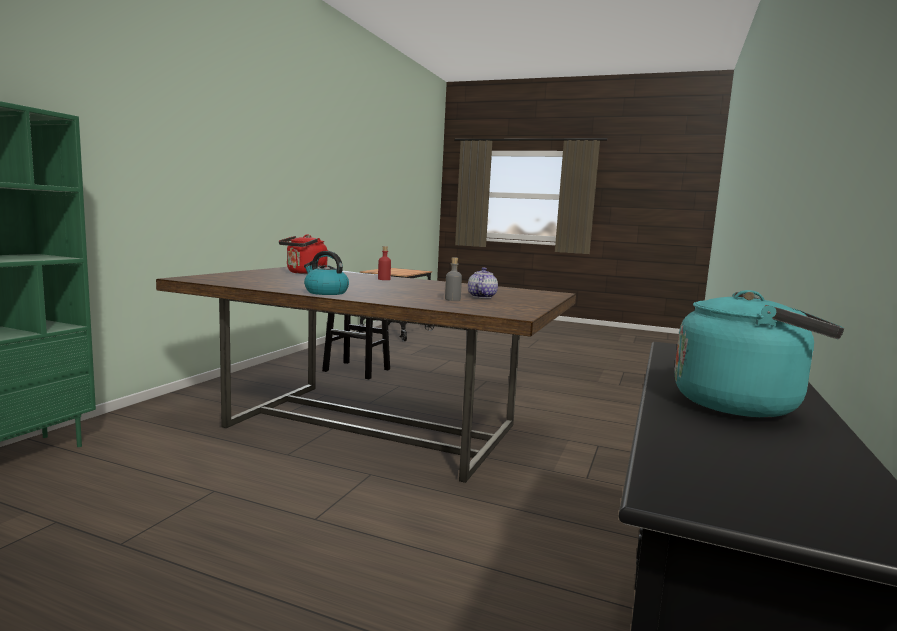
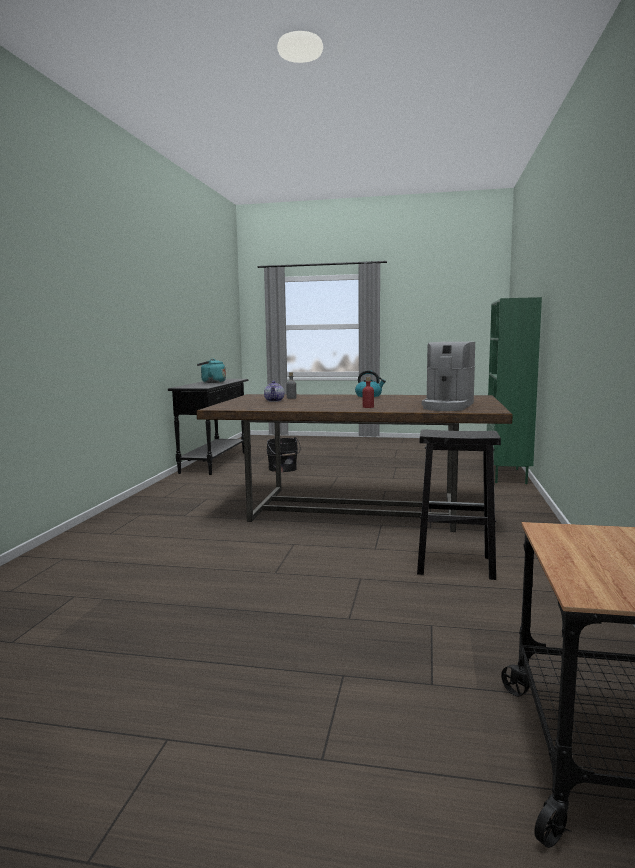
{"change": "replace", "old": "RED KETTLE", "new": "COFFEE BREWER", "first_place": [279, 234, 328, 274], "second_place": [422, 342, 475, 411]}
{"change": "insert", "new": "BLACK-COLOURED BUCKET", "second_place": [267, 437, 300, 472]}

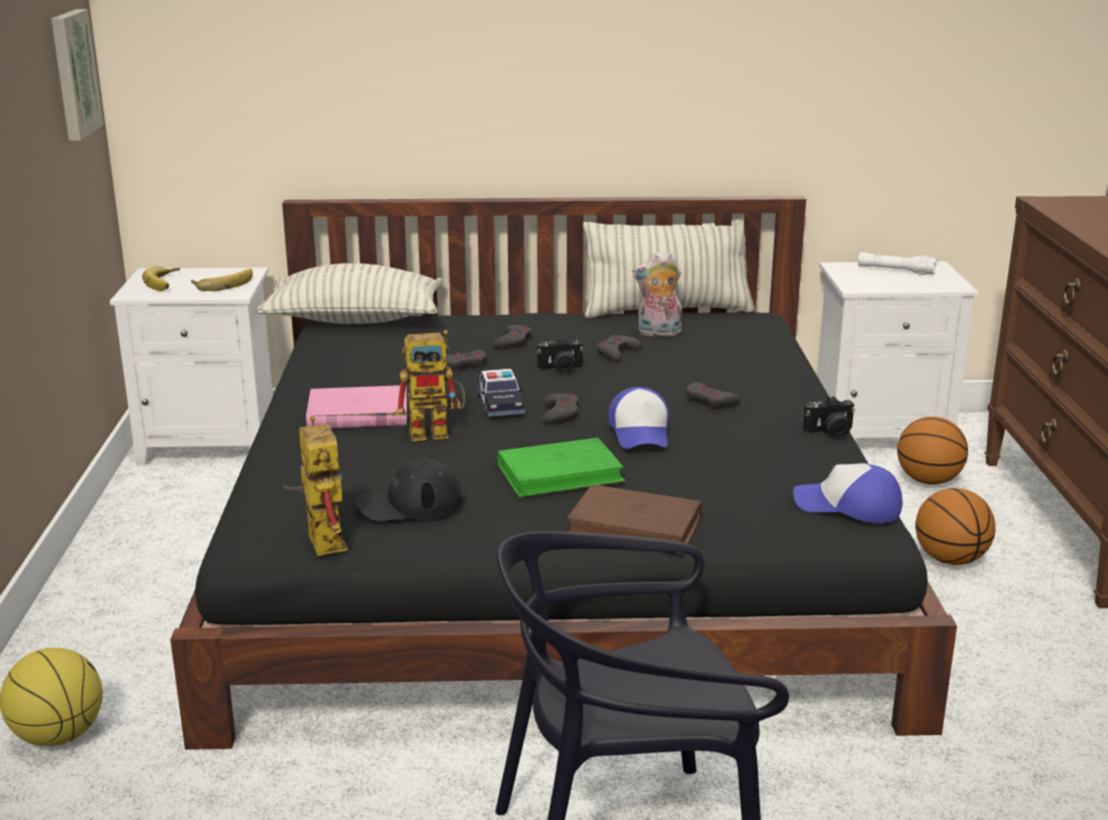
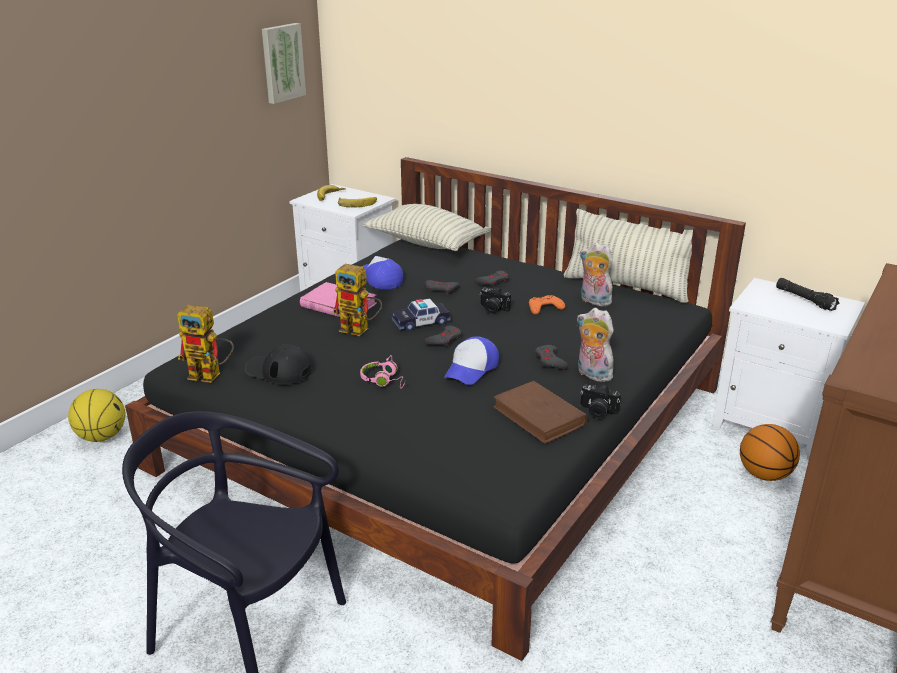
{"change": "recolor", "old": "WHITE TORCH", "new": "BLACK-COLOURED TORCH", "first_place": [858, 252, 937, 275], "second_place": [776, 278, 839, 311]}
{"change": "recolor", "old": "GREYISH GAMEPAD", "new": "ORANGE-COLOURED GAMEPAD", "first_place": [596, 335, 642, 362], "second_place": [529, 295, 565, 314]}
{"change": "rotate", "old": "MODEL CAR", "first_place": [476, 369, 525, 416], "second_place": [392, 298, 451, 331], "degrees": 45}
{"change": "rotate", "old": "ROBOT FIGURE", "first_place": [282, 416, 348, 556], "second_place": [177, 305, 234, 383], "degrees": 90}
{"change": "replace", "old": "GREEN BOUND BOOK", "new": "PINKISH HEADPHONES", "first_place": [498, 438, 626, 498], "second_place": [360, 355, 406, 389]}
{"change": "move", "old": "CAP", "first_place": [793, 463, 903, 523], "second_place": [363, 256, 403, 289]}
{"change": "move", "old": "BROWN BOUND BOOK", "first_place": [567, 484, 701, 554], "second_place": [493, 381, 587, 444]}
{"change": "delete", "old": "BALL FOR BASKETBALL", "first_place": [915, 488, 996, 565]}
{"change": "insert", "new": "PLUSH TOY", "second_place": [577, 308, 614, 382]}

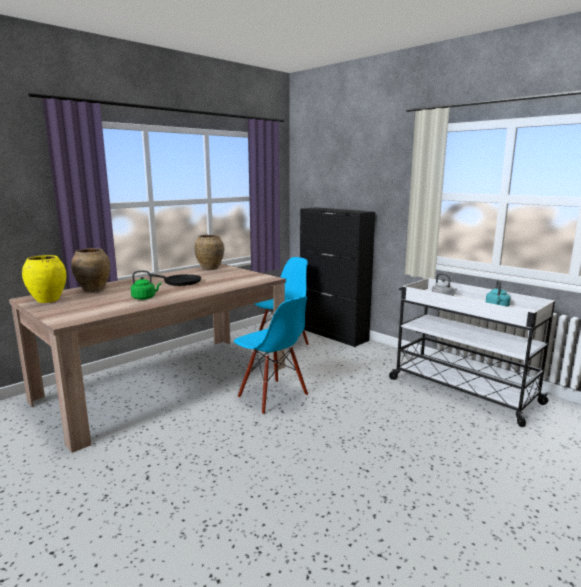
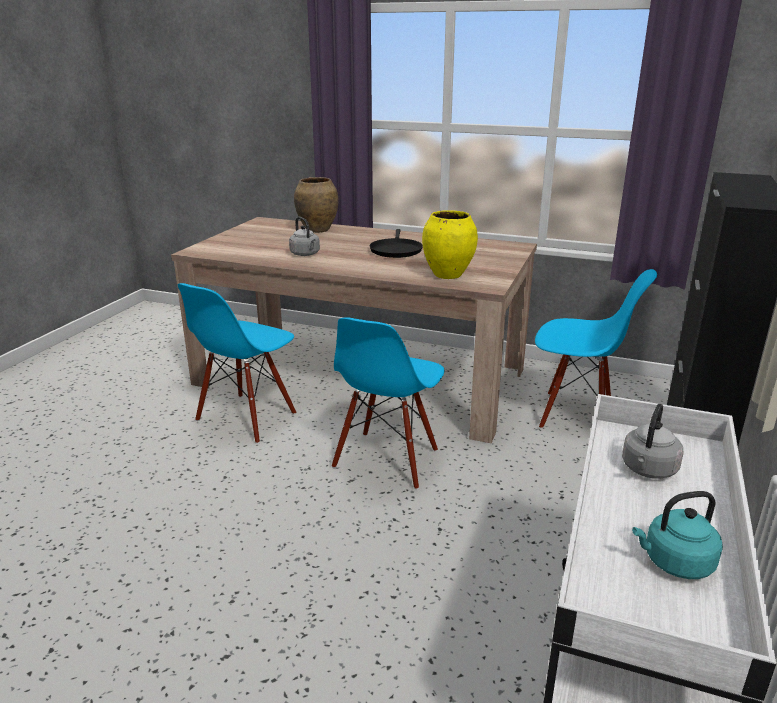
{"change": "delete", "old": "BROWN VASE", "first_place": [194, 235, 224, 270]}
{"change": "move", "old": "YELLOWISH VASE", "first_place": [22, 255, 66, 303], "second_place": [422, 210, 478, 279]}
{"change": "recolor", "old": "GREEN KETTLE", "new": "GREYISH KETTLE", "first_place": [131, 270, 161, 300], "second_place": [289, 217, 320, 256]}
{"change": "insert", "new": "BLUE-COLOURED UPRIGHT CHAIR", "second_place": [178, 283, 296, 444]}

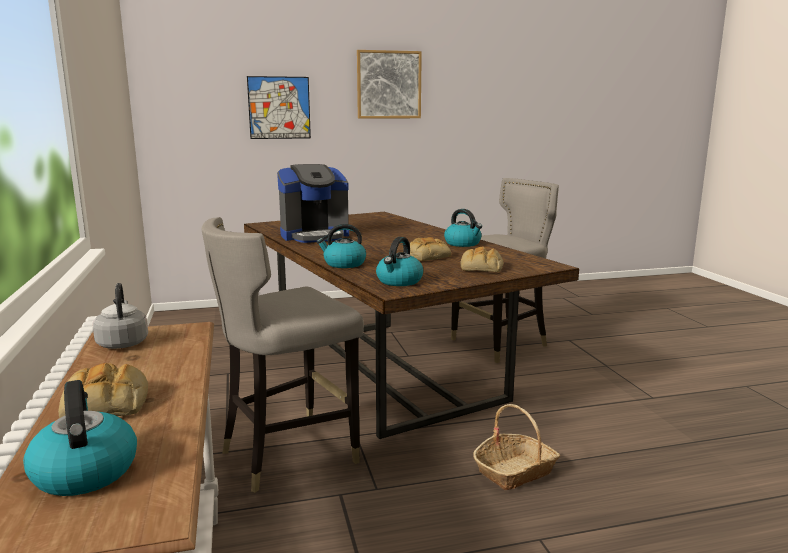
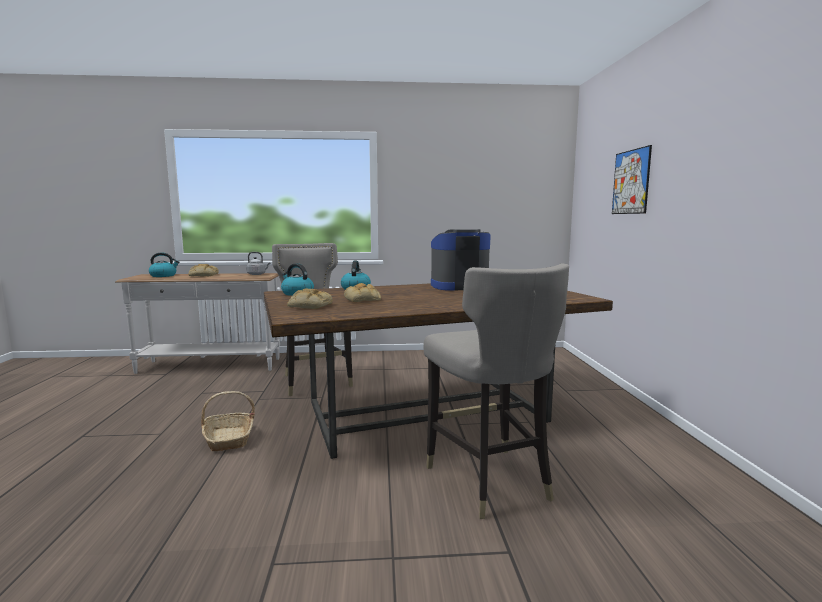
{"change": "delete", "old": "PICTURE", "first_place": [357, 50, 422, 119]}
{"change": "rotate", "old": "COFFEE BREWER", "first_place": [277, 164, 349, 243], "second_place": [431, 229, 491, 291], "degrees": 90}
{"change": "delete", "old": "KETTLE", "first_place": [444, 209, 482, 247]}

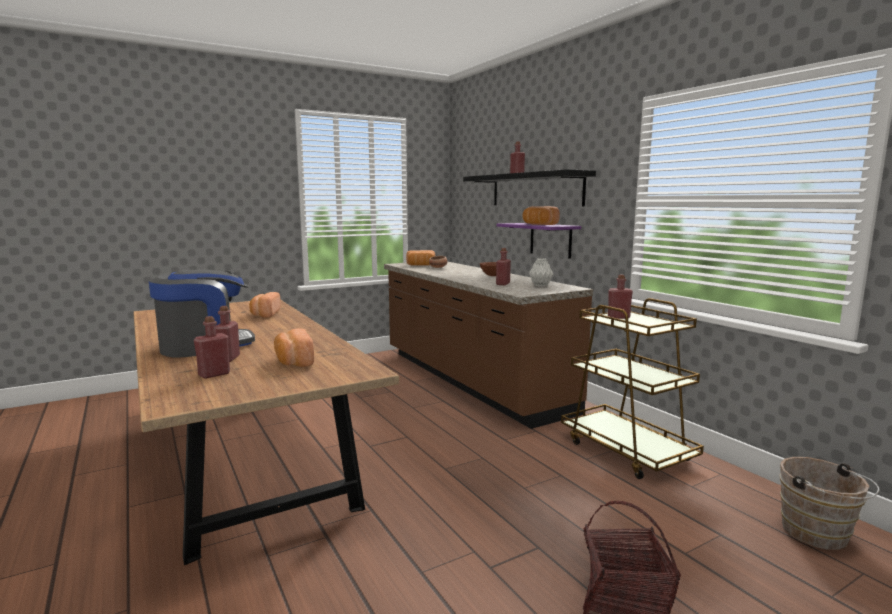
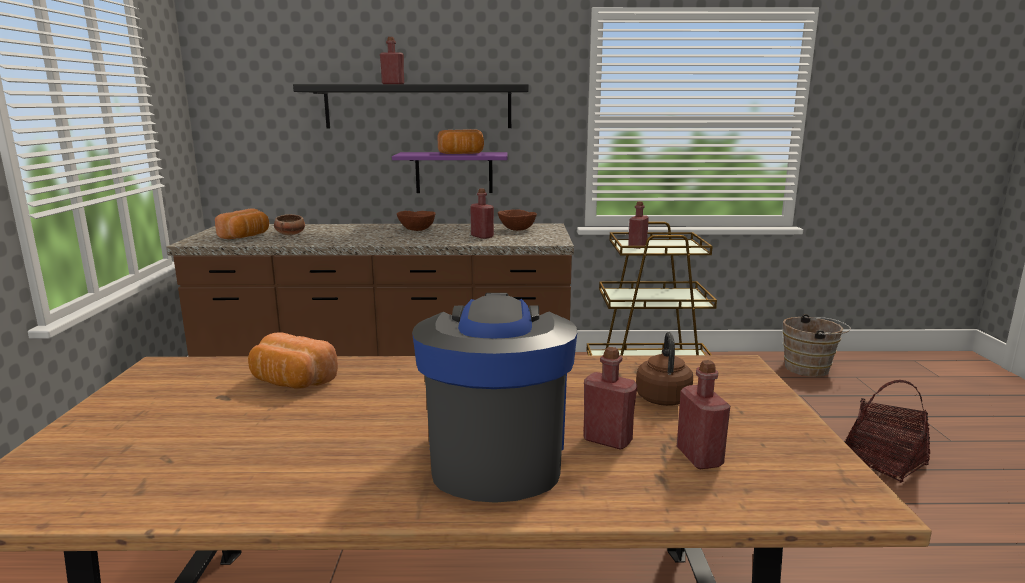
{"change": "replace", "old": "GREYISH VASE", "new": "BROWN DEEP DISH", "first_place": [529, 258, 553, 287], "second_place": [498, 210, 537, 231]}
{"change": "replace", "old": "BAKED BREAD", "new": "BROWN KETTLE", "first_place": [274, 328, 314, 367], "second_place": [636, 332, 693, 406]}

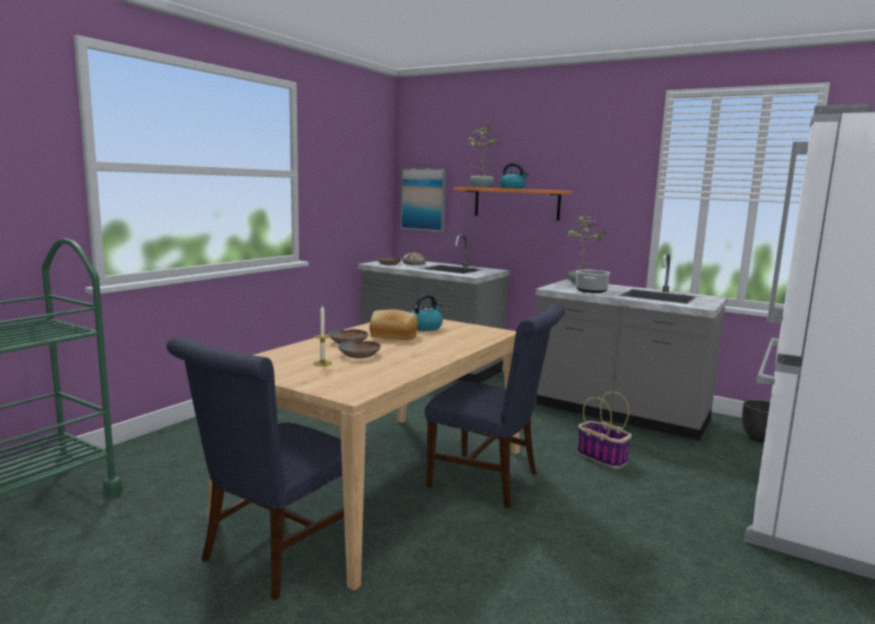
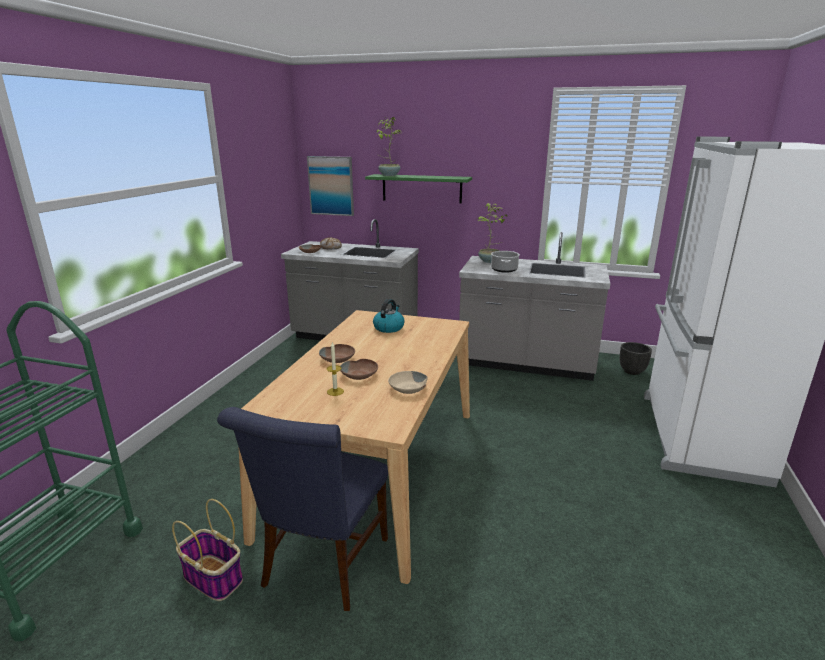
{"change": "delete", "old": "KETTLE", "first_place": [500, 163, 529, 189]}
{"change": "recolor", "old": "ORANGE-COLOURED WALL SHELF", "new": "GREEN WALL SHELF", "first_place": [454, 187, 572, 221], "second_place": [365, 174, 472, 204]}
{"change": "delete", "old": "BLUE-COLOURED UPRIGHT CHAIR", "first_place": [425, 304, 565, 509]}
{"change": "delete", "old": "BAKED BREAD", "first_place": [370, 309, 418, 340]}
{"change": "move", "old": "BASKET", "first_place": [577, 391, 632, 468], "second_place": [172, 499, 243, 601]}
{"change": "insert", "new": "SAND-COLOURED DEEP DISH", "second_place": [388, 371, 428, 394]}

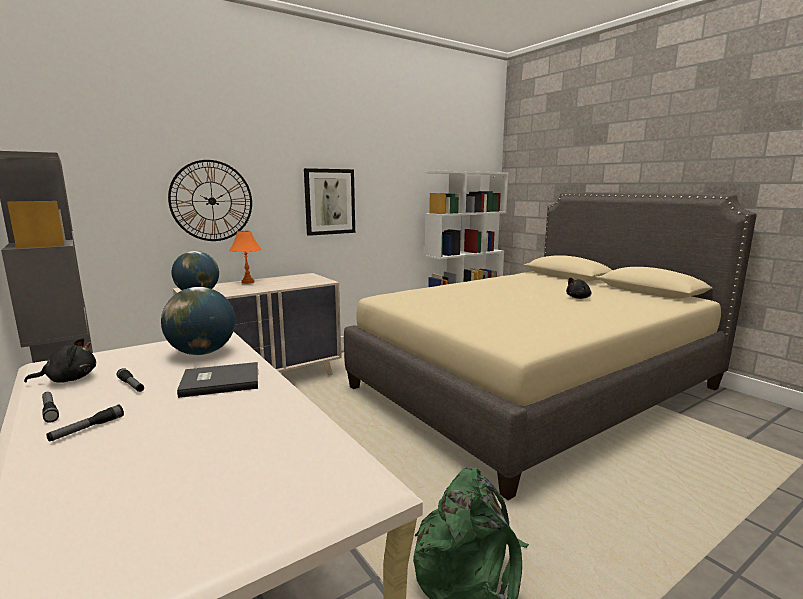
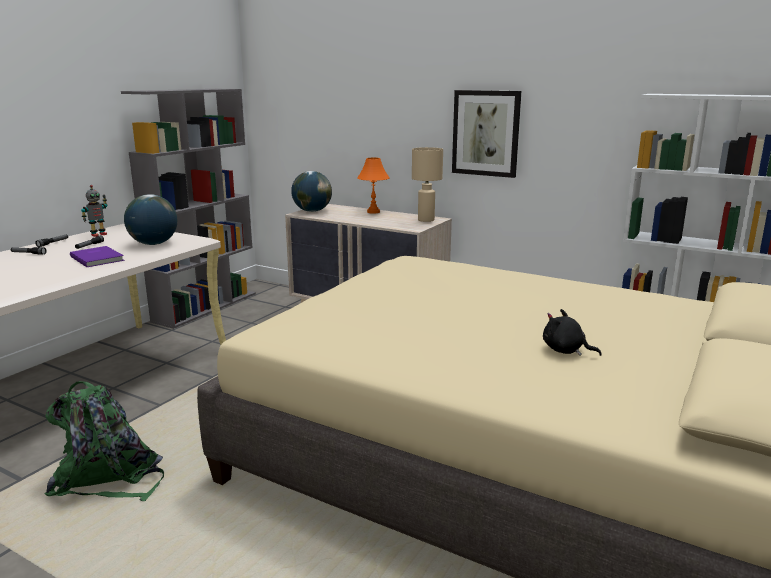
{"change": "delete", "old": "HANGING CLOCK", "first_place": [168, 160, 252, 241]}
{"change": "replace", "old": "BLACK-COLOURED PLUSH TOY", "new": "ROBOT FIGURE", "first_place": [24, 338, 96, 383], "second_place": [81, 185, 107, 237]}
{"change": "recolor", "old": "GREYISH BOUND BOOK", "new": "PURPLISH BOUND BOOK", "first_place": [177, 362, 258, 398], "second_place": [70, 246, 124, 267]}
{"change": "insert", "new": "SAND-COLOURED TABLETOP LAMP", "second_place": [412, 147, 443, 222]}

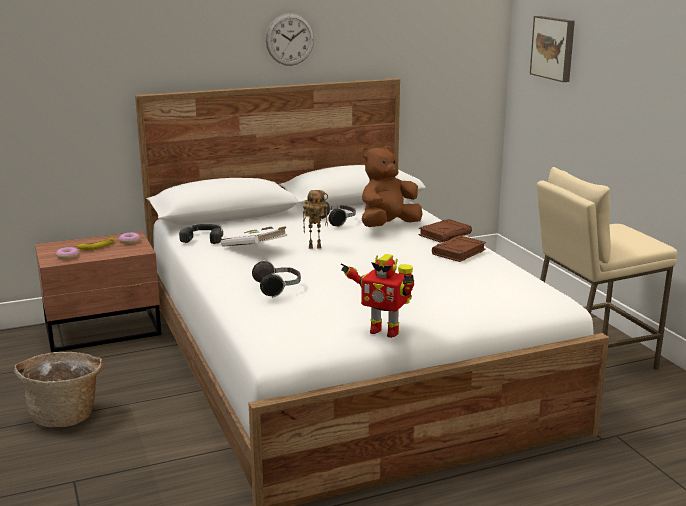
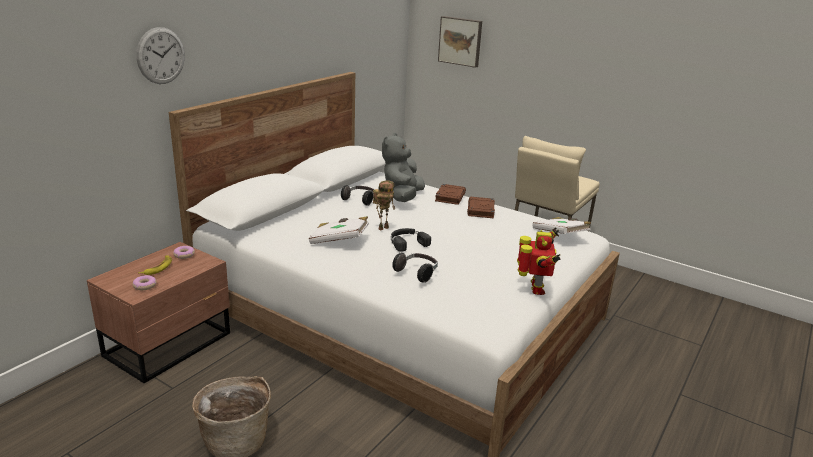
{"change": "move", "old": "HANGING CLOCK", "first_place": [266, 13, 314, 66], "second_place": [136, 27, 185, 84]}
{"change": "recolor", "old": "BROWN PLUSH TOY", "new": "GREYISH PLUSH TOY", "first_place": [362, 146, 422, 227], "second_place": [382, 133, 425, 202]}
{"change": "move", "old": "BLACK-COLOURED HEADPHONES", "first_place": [179, 224, 223, 244], "second_place": [391, 228, 431, 252]}
{"change": "rotate", "old": "ROBOT FIGURE", "first_place": [341, 254, 414, 338], "second_place": [517, 227, 561, 295], "degrees": -75}
{"change": "insert", "new": "WHITE BOUND BOOK", "second_place": [532, 217, 591, 234]}

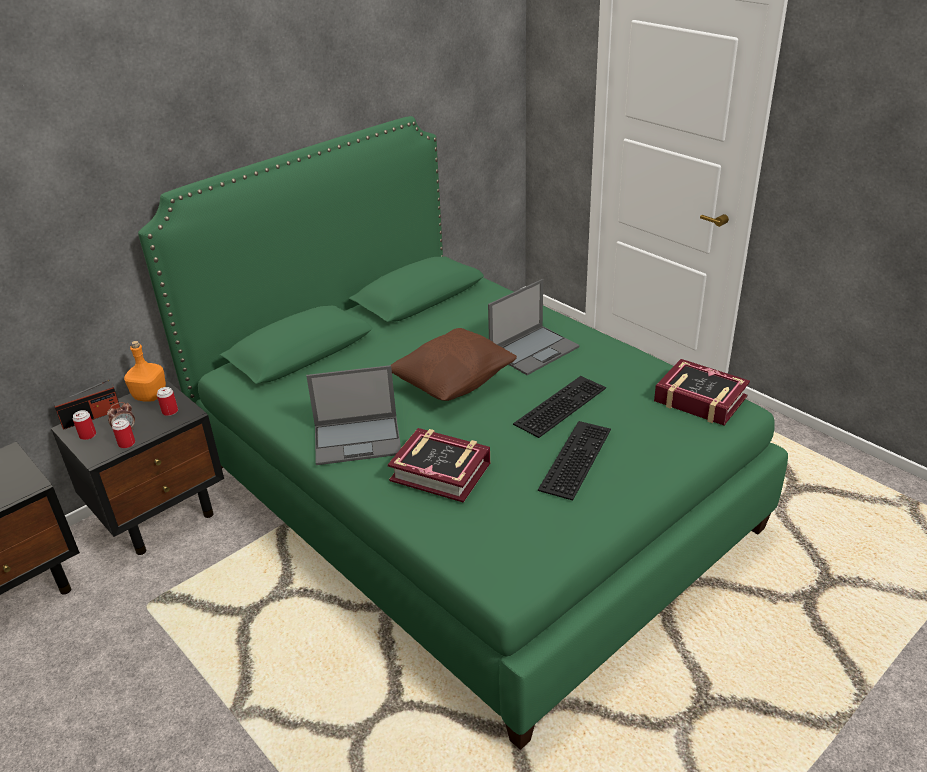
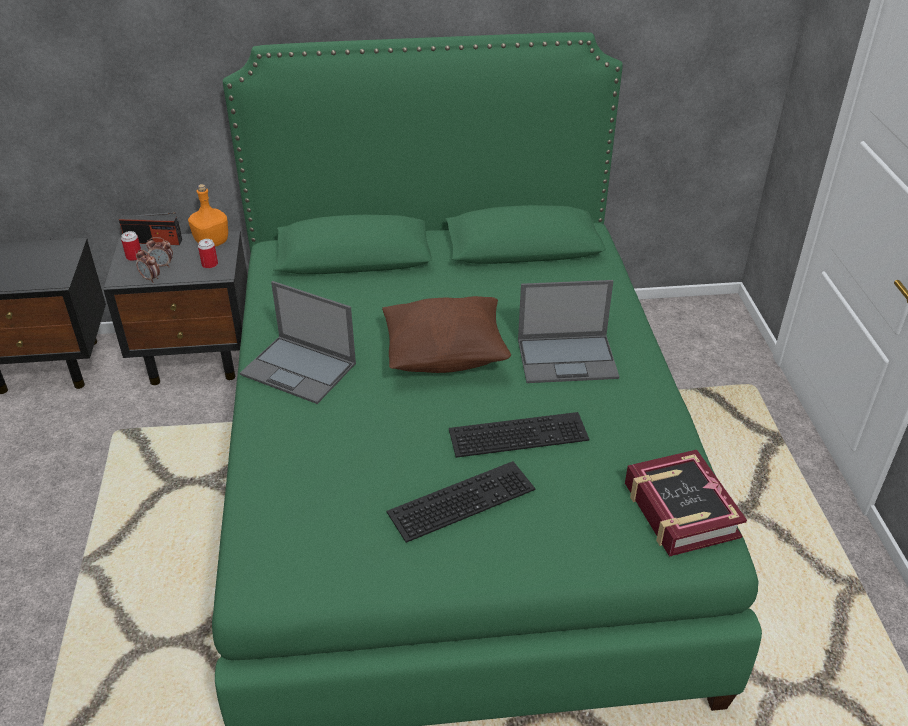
{"change": "replace", "old": "METAL CAN", "new": "TABLE CLOCK", "first_place": [112, 418, 135, 449], "second_place": [136, 249, 160, 283]}
{"change": "delete", "old": "BOUND BOOK", "first_place": [388, 428, 490, 503]}

